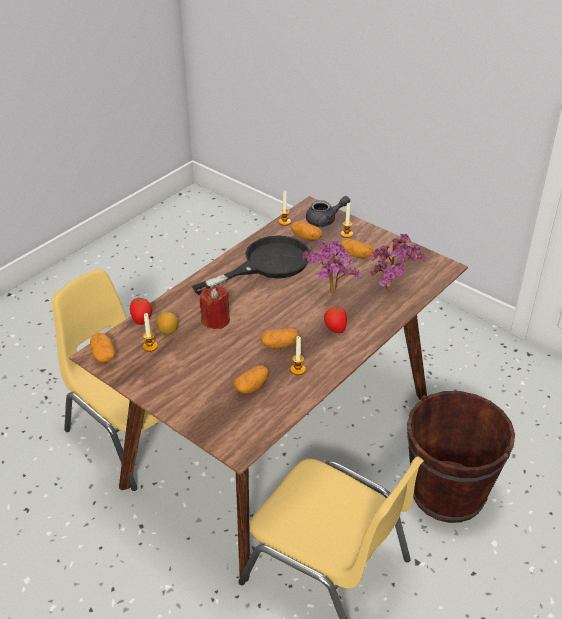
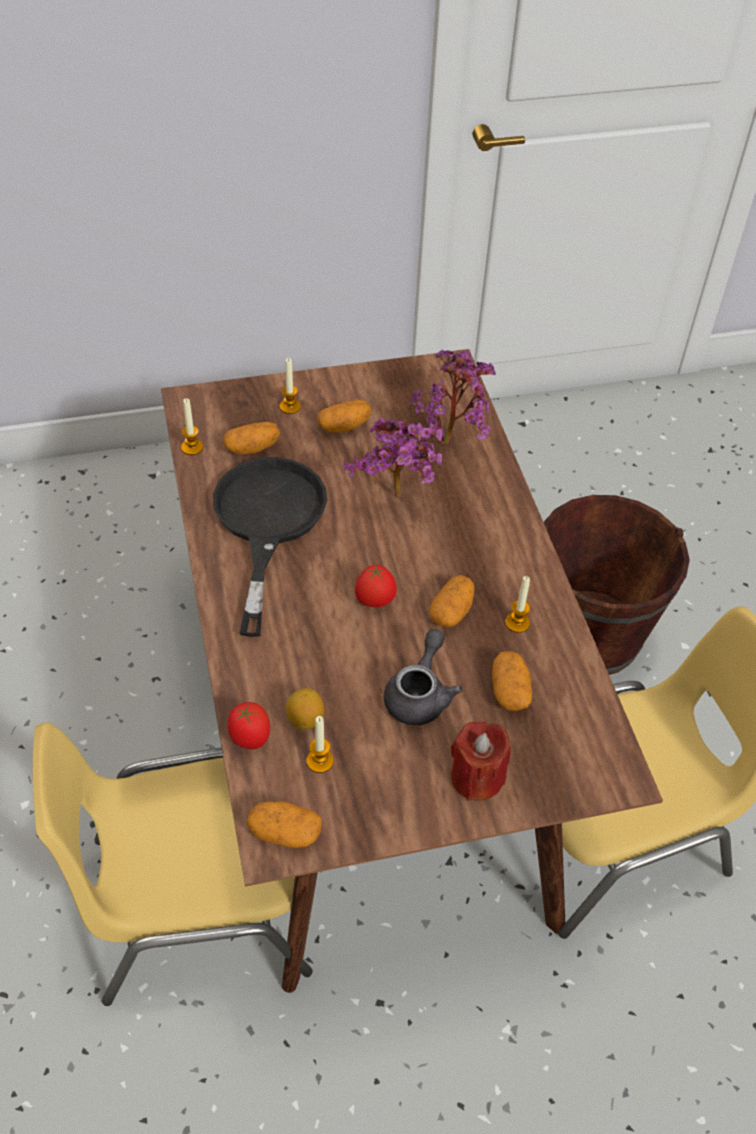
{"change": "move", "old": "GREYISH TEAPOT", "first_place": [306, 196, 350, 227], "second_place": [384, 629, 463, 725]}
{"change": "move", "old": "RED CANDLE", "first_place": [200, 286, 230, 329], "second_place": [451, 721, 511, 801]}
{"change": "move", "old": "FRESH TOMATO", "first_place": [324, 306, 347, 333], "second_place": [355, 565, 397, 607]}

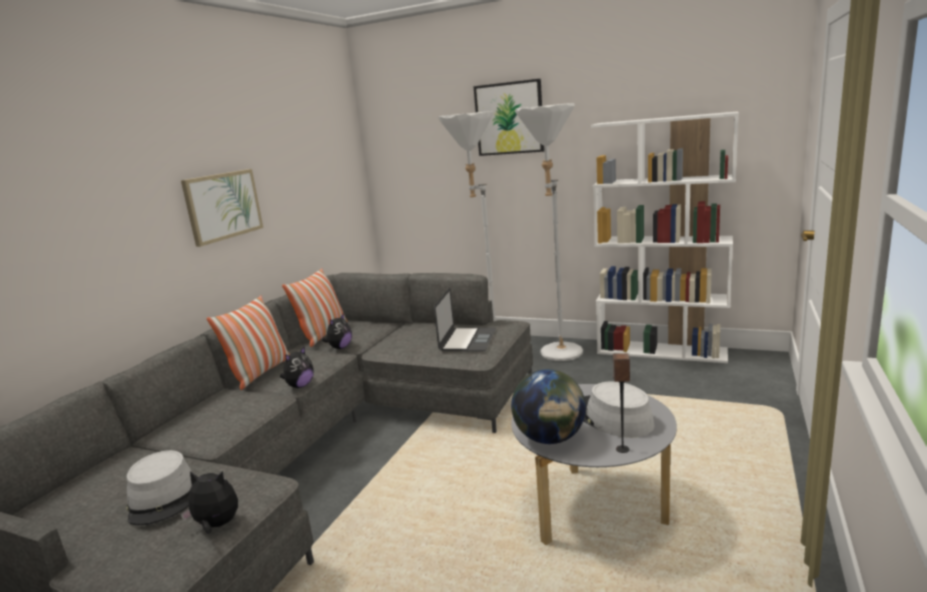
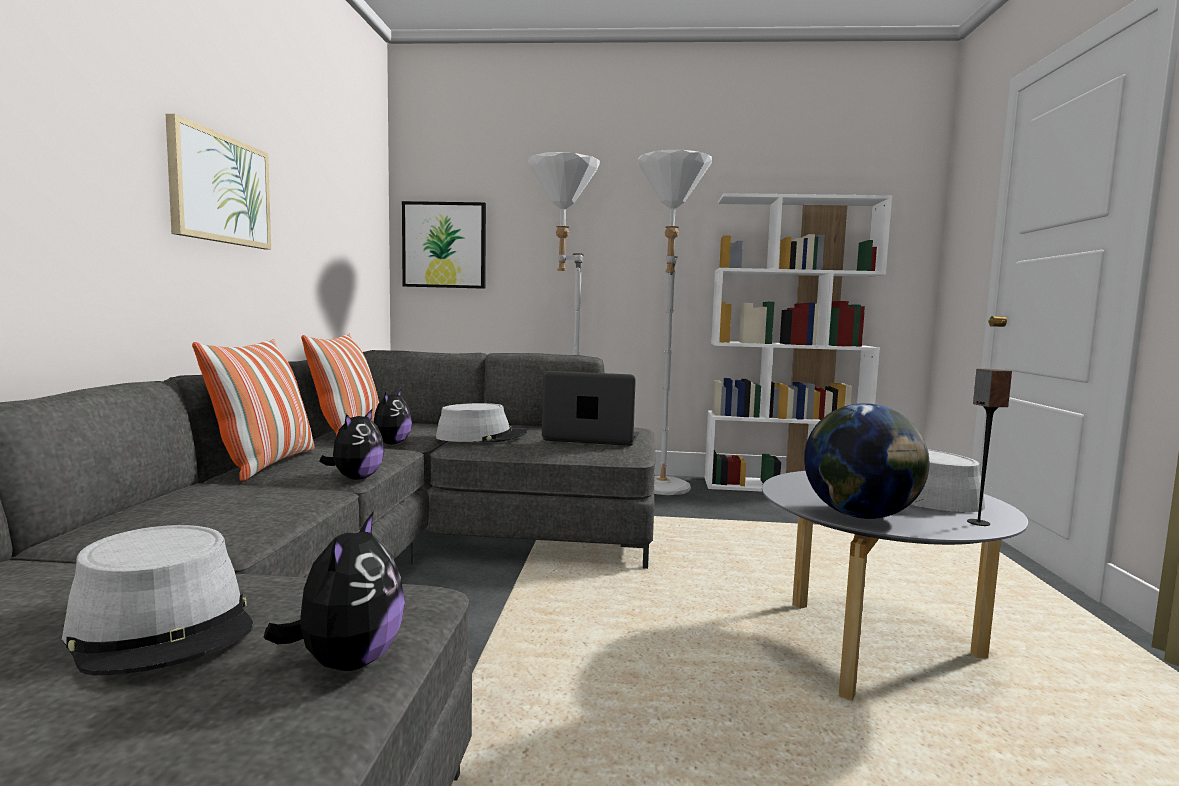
{"change": "move", "old": "PICTURE", "first_place": [474, 79, 544, 156], "second_place": [402, 201, 486, 289]}
{"change": "rotate", "old": "PORTABLE COMPUTER", "first_place": [434, 288, 496, 351], "second_place": [542, 371, 639, 446], "degrees": -75}
{"change": "rotate", "old": "PLUSH TOY", "first_place": [180, 471, 238, 534], "second_place": [263, 511, 405, 671], "degrees": 105}
{"change": "insert", "new": "GREYISH WEARABLE HAT", "second_place": [436, 403, 527, 442]}

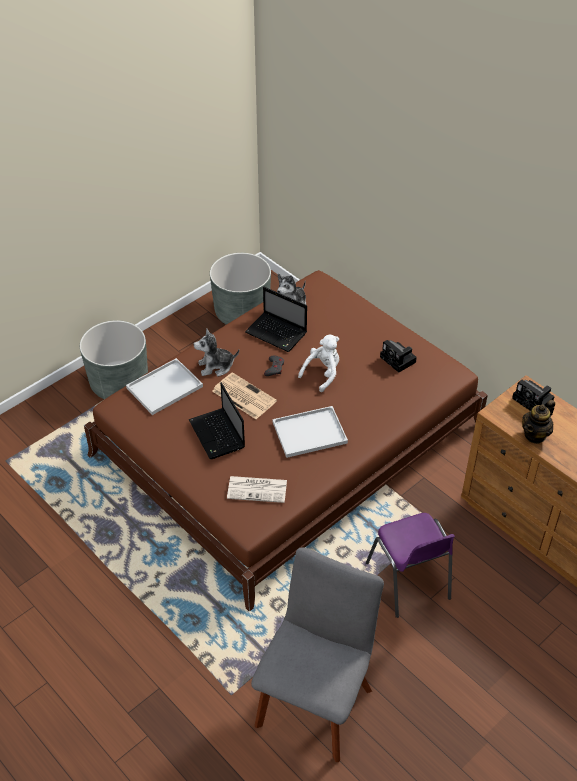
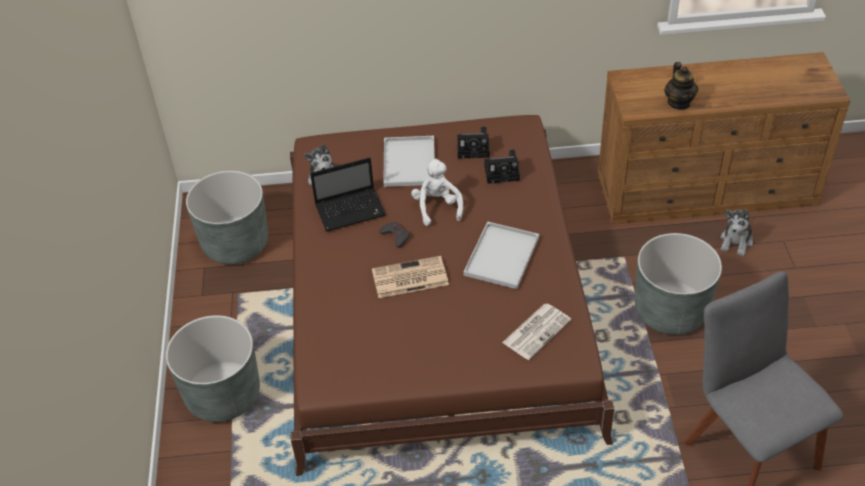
{"change": "move", "old": "PLUSH TOY", "first_place": [194, 328, 239, 376], "second_place": [721, 209, 753, 256]}
{"change": "move", "old": "WHITE TRAY", "first_place": [126, 358, 203, 415], "second_place": [383, 136, 435, 187]}
{"change": "move", "old": "PHOTO CAMERA", "first_place": [512, 380, 554, 411], "second_place": [484, 149, 520, 184]}
{"change": "delete", "old": "PORTABLE COMPUTER", "first_place": [189, 382, 245, 459]}
{"change": "replace", "old": "PURPLISH UPRIGHT CHAIR", "new": "GREYISH PLANT POT", "first_place": [366, 513, 455, 618], "second_place": [635, 233, 722, 335]}

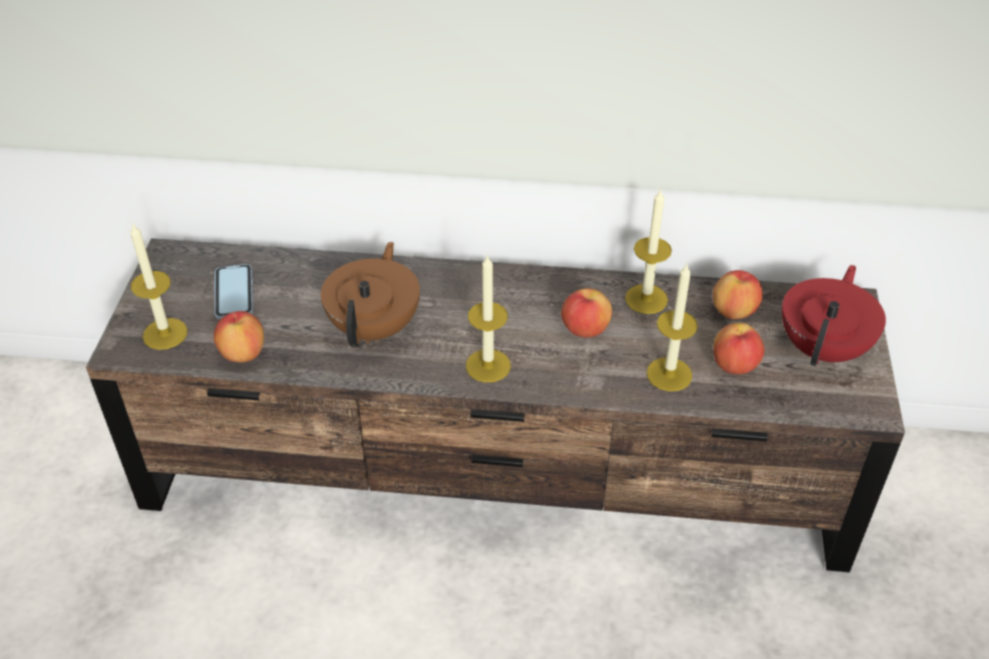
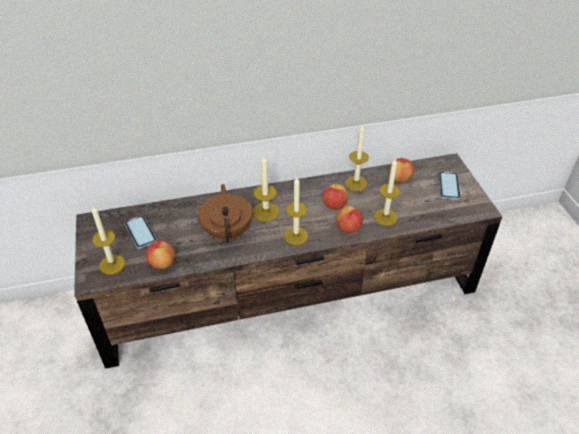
{"change": "replace", "old": "RED TEAPOT", "new": "HANDSET", "first_place": [782, 265, 886, 366], "second_place": [438, 172, 461, 200]}
{"change": "move", "old": "WHOLE APPLE", "first_place": [713, 323, 764, 374], "second_place": [336, 206, 363, 233]}
{"change": "insert", "new": "CANDLE", "second_place": [253, 156, 280, 221]}

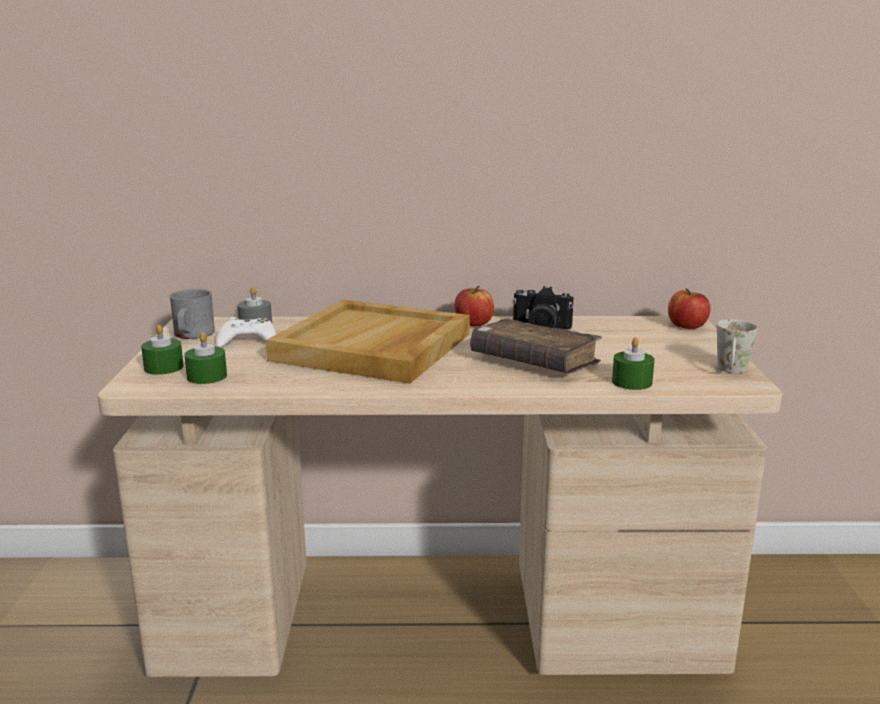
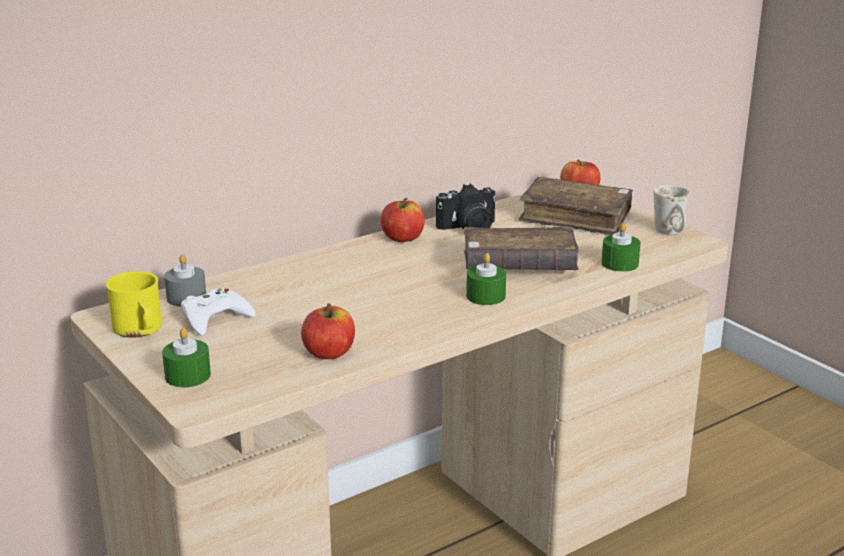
{"change": "recolor", "old": "GREYISH COFFEE MUG", "new": "YELLOWISH COFFEE MUG", "first_place": [169, 289, 215, 339], "second_place": [106, 271, 162, 338]}
{"change": "delete", "old": "SAND-COLOURED TRAY", "first_place": [266, 300, 470, 384]}
{"change": "move", "old": "GREEN CANDLE", "first_place": [184, 332, 227, 384], "second_place": [466, 253, 506, 305]}
{"change": "insert", "new": "BROWN BOUND BOOK", "second_place": [519, 177, 633, 235]}
{"change": "insert", "new": "WHOLE APPLE", "second_place": [301, 304, 355, 359]}

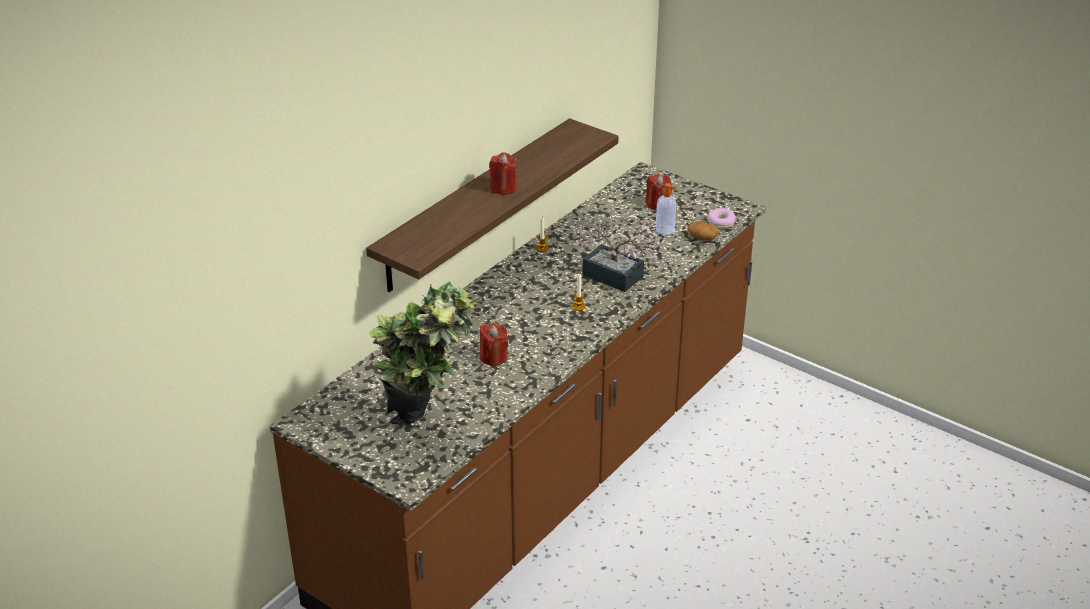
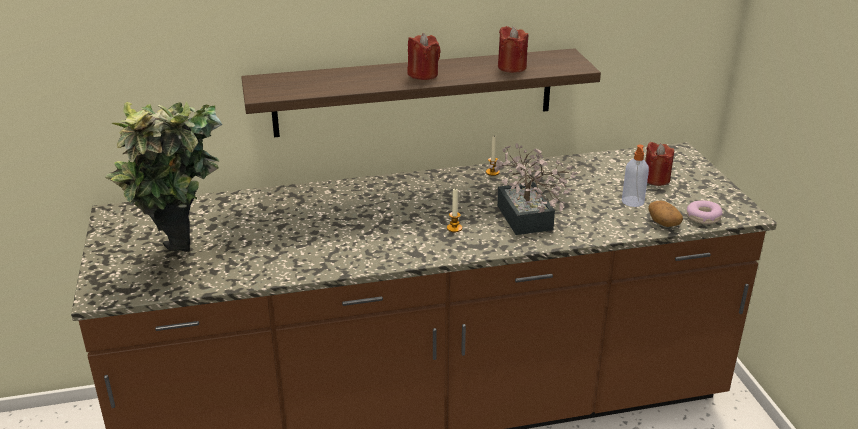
{"change": "move", "old": "RED CANDLE", "first_place": [480, 322, 508, 366], "second_place": [498, 26, 528, 73]}

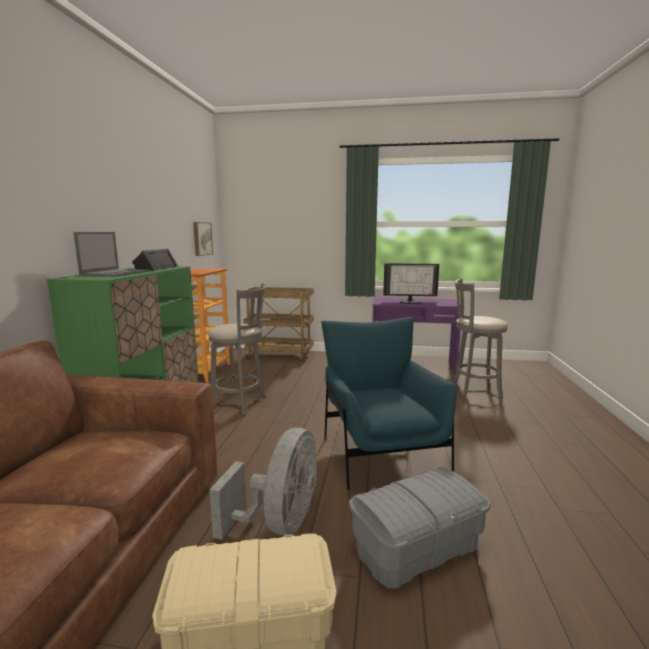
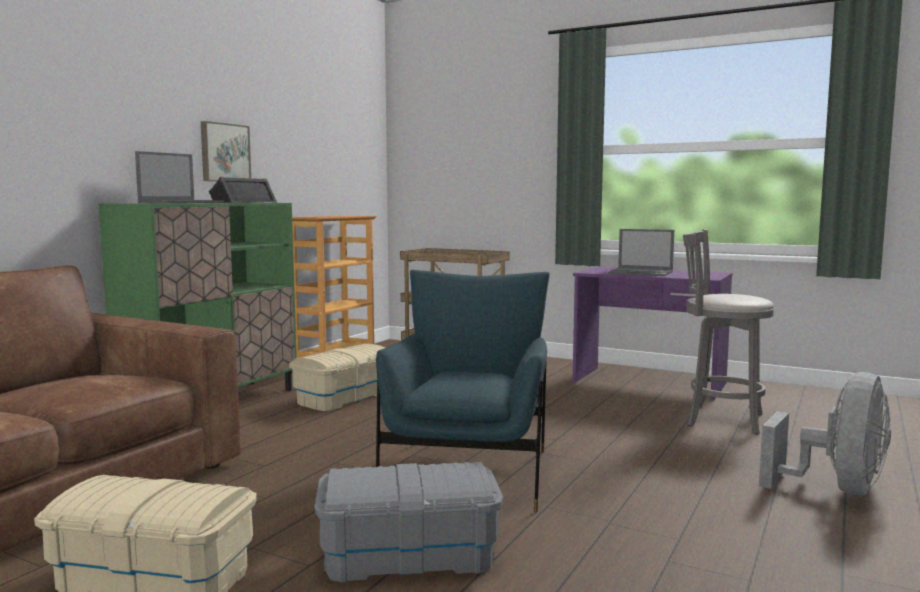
{"change": "move", "old": "PICTURE", "first_place": [193, 222, 213, 256], "second_place": [201, 121, 251, 181]}
{"change": "replace", "old": "MONITOR", "new": "PORTABLE COMPUTER", "first_place": [383, 263, 439, 304], "second_place": [608, 229, 674, 276]}
{"change": "replace", "old": "GREYISH STOOL", "new": "SAND-COLOURED STORAGE BIN", "first_place": [208, 283, 266, 415], "second_place": [289, 344, 385, 411]}
{"change": "move", "old": "GREYISH FAN", "first_place": [210, 428, 317, 540], "second_place": [759, 372, 891, 496]}

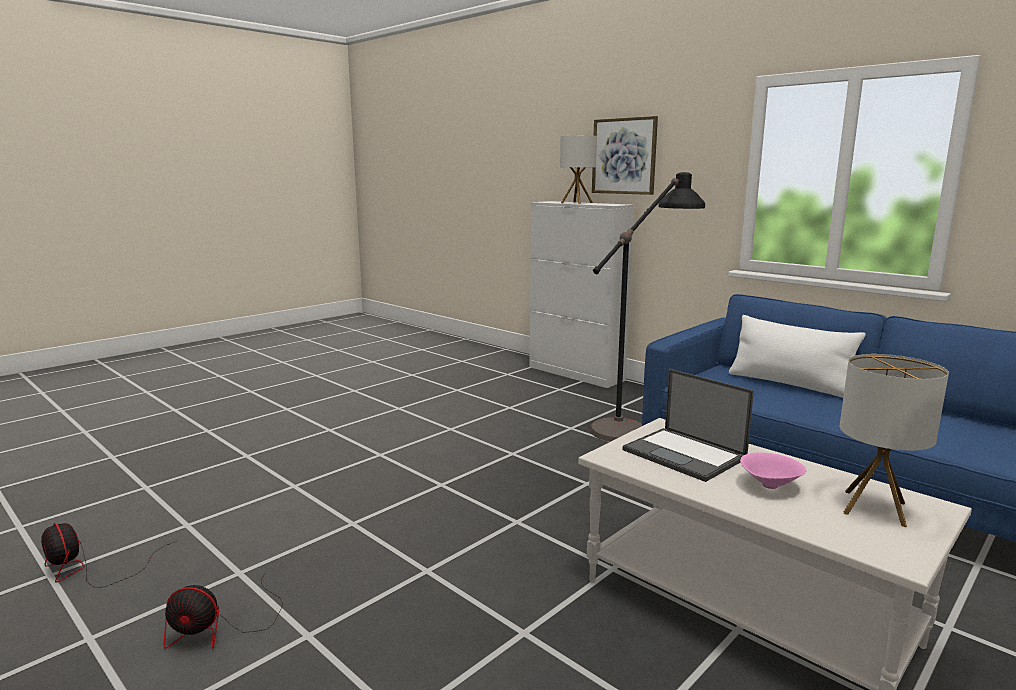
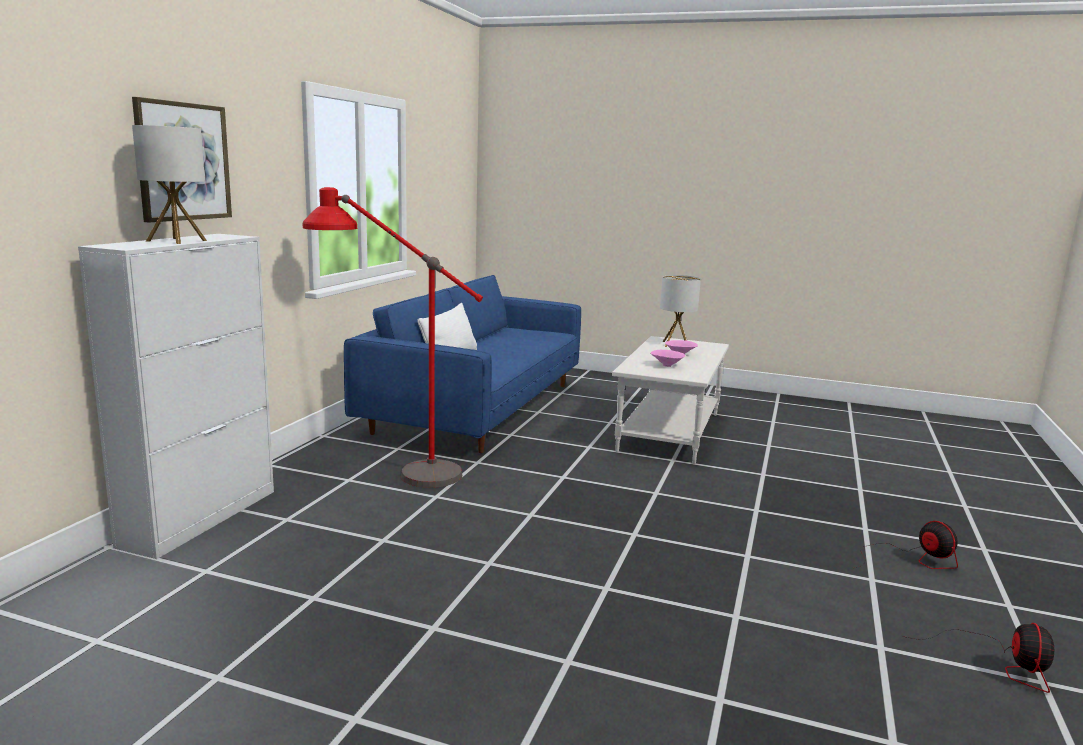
{"change": "recolor", "old": "BLACK-COLOURED FLOOR LAMP", "new": "RED FLOOR LAMP", "first_place": [590, 172, 705, 442], "second_place": [303, 187, 483, 488]}
{"change": "replace", "old": "PORTABLE COMPUTER", "new": "PINKISH DEEP DISH", "first_place": [623, 369, 754, 482], "second_place": [650, 350, 685, 367]}

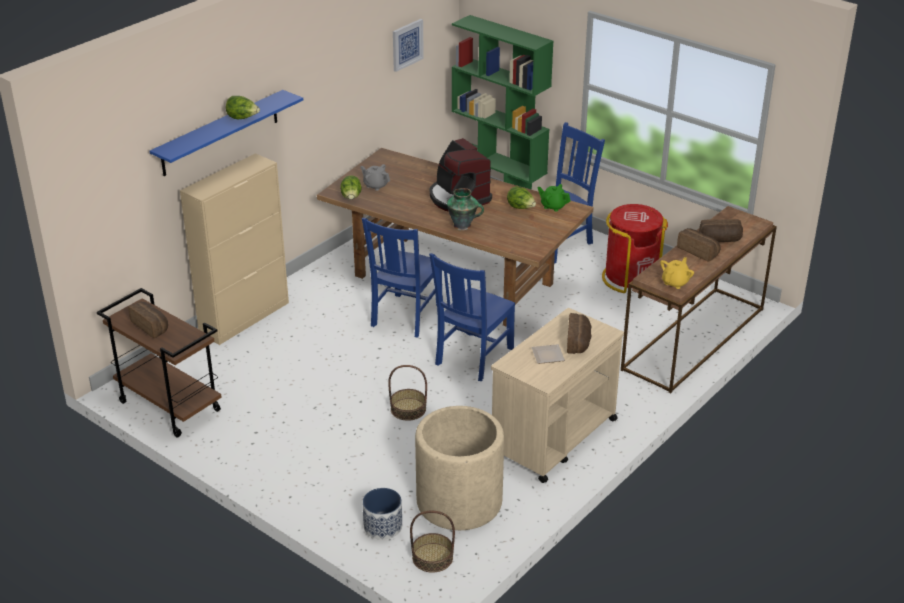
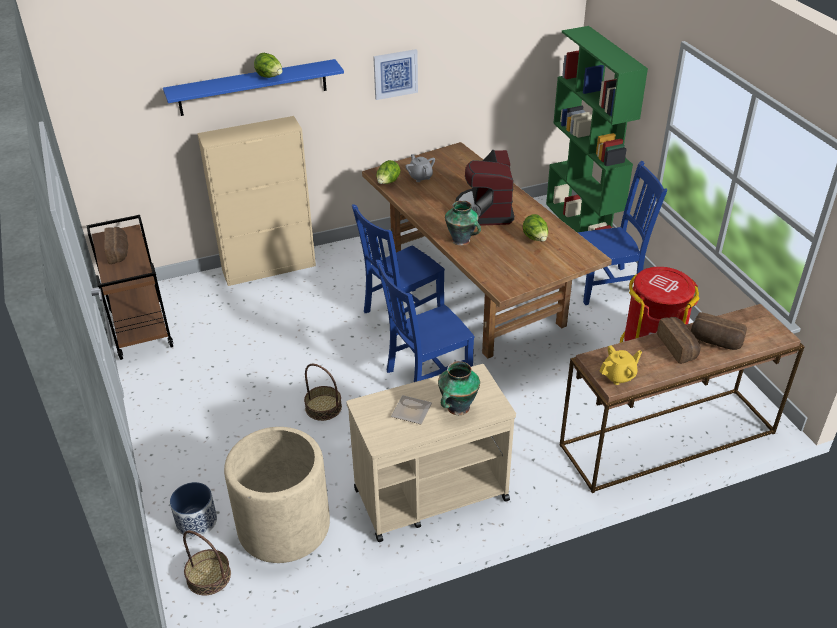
{"change": "move", "old": "PICTURE", "first_place": [393, 19, 424, 72], "second_place": [373, 49, 418, 100]}
{"change": "delete", "old": "GREEN TEAPOT", "first_place": [537, 184, 570, 212]}
{"change": "replace", "old": "BAKED BREAD", "new": "VASE", "first_place": [567, 313, 592, 354], "second_place": [438, 361, 480, 415]}

